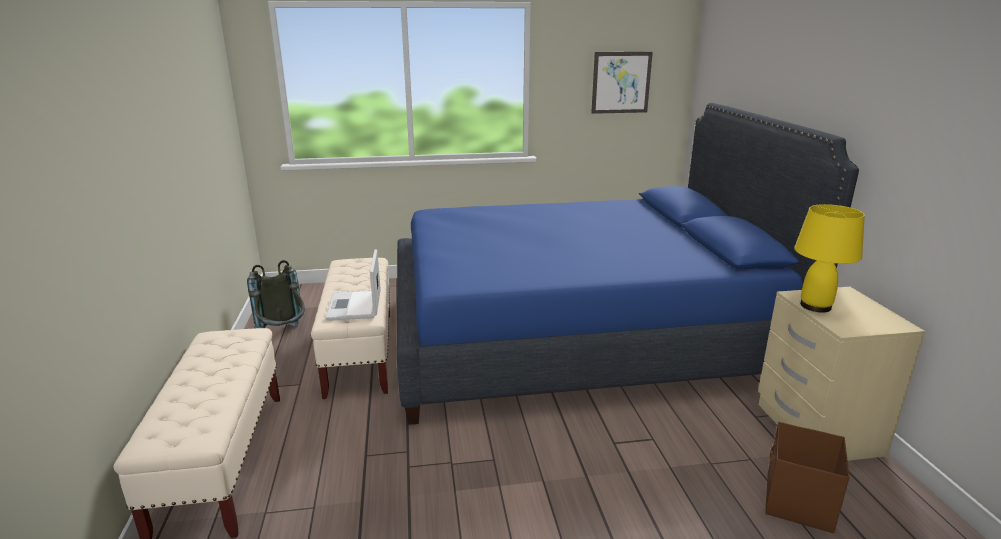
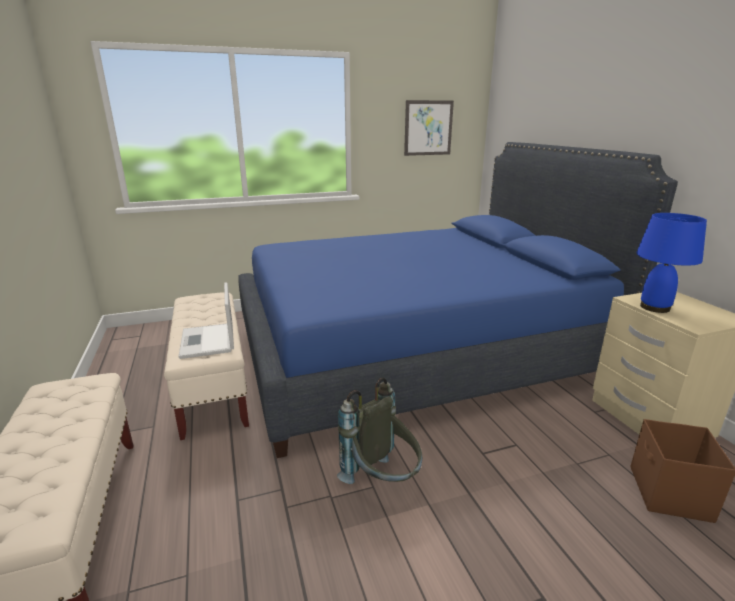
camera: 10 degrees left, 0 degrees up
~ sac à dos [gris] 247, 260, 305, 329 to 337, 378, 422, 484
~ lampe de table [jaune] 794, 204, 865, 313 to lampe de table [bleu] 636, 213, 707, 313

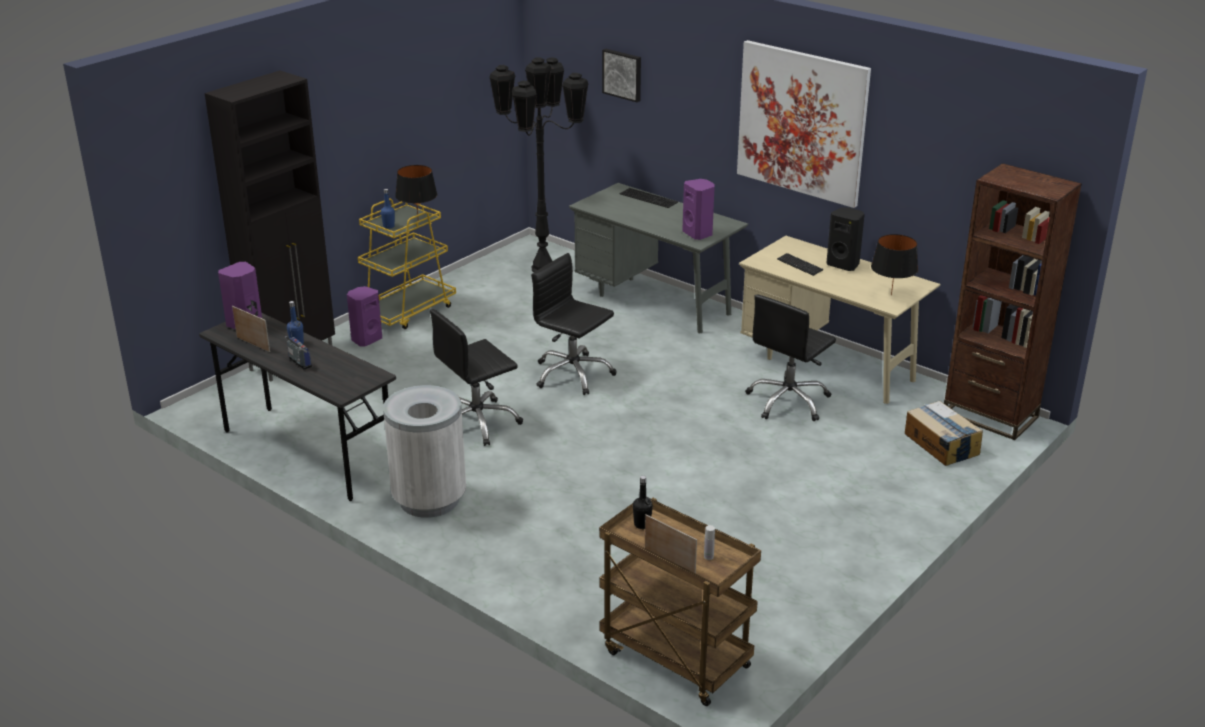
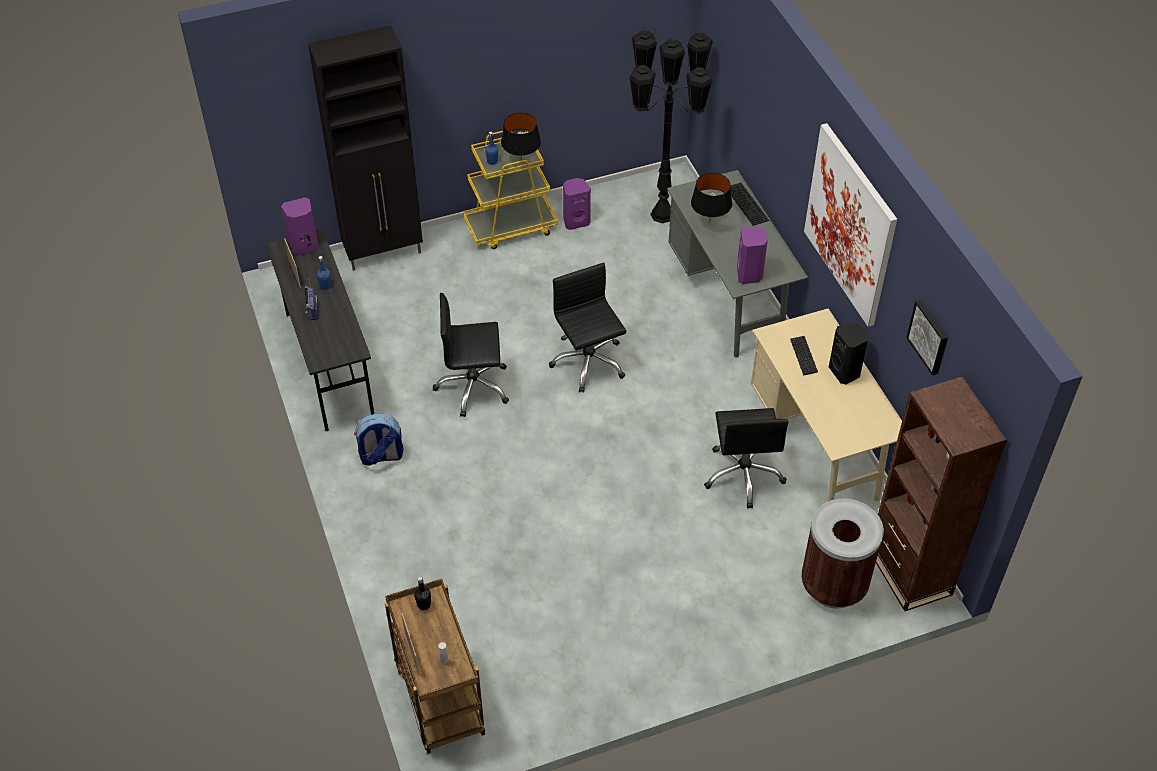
camera: 30 degrees right, 20 degrees up
~ enceinte [violet] 347, 286, 382, 347 to 563, 178, 591, 230
~ poubelle [blanc] 383, 385, 466, 518 to sac à dos 354, 414, 404, 466
~ tableau 602, 49, 641, 102 to 906, 300, 948, 375
~ chaise de bureau [noir] 746, 294, 836, 421 = 704, 408, 789, 508 75 degrees counterclockwise
~ lampe de table [noir] 871, 234, 918, 296 to 691, 173, 732, 223
~ carton 905, 401, 983, 466 to poubelle [marron] 801, 498, 884, 609

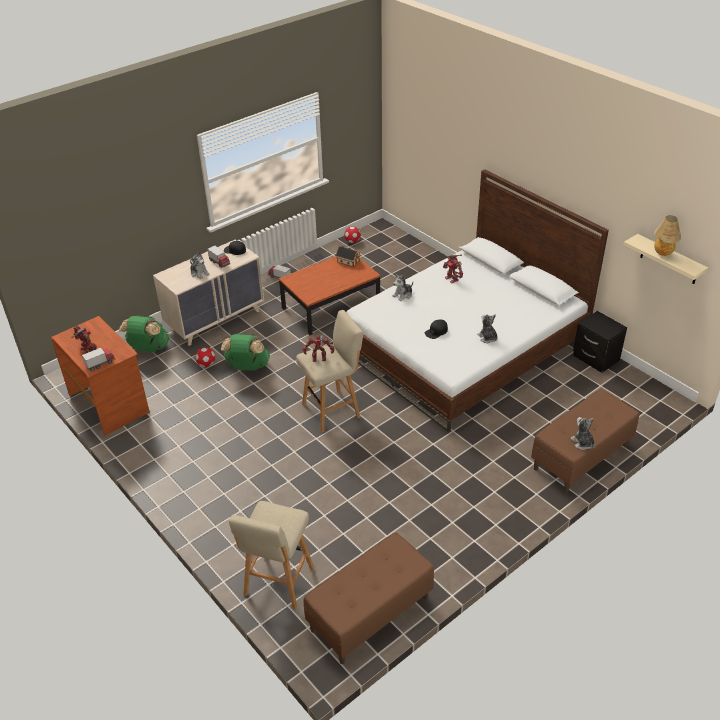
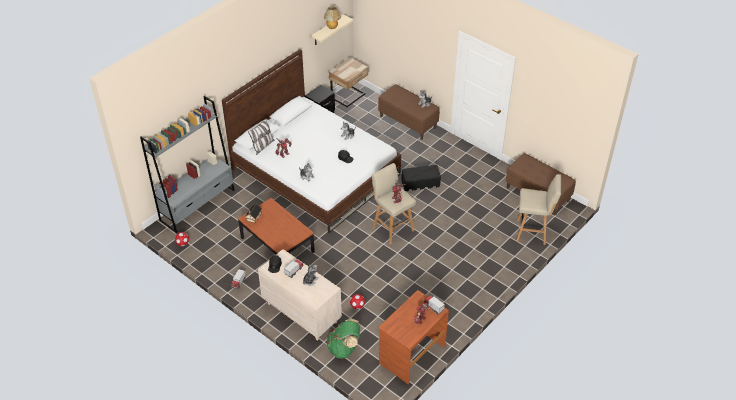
camera: 100 degrees left, 5 degrees up
- sac à dos [vert] 221, 333, 270, 371
+ bibliothèque [gris] 140, 96, 234, 233
+ coussin 248, 118, 274, 155
+ table de chevet [beige] 329, 57, 368, 108
+ boîte de rangement [noir] 401, 165, 441, 191

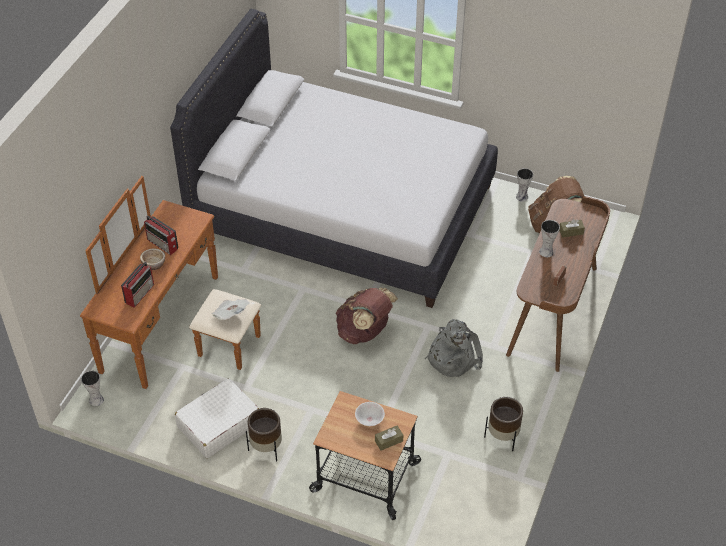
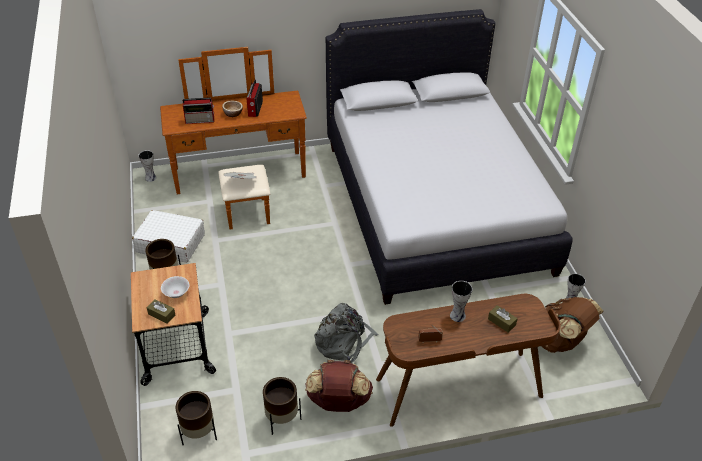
camera: 55 degrees right, 5 degrees down
~ sac à dos [marron] 336, 288, 398, 344 to 305, 360, 373, 412
+ cache-pot [marron] 176, 391, 217, 445

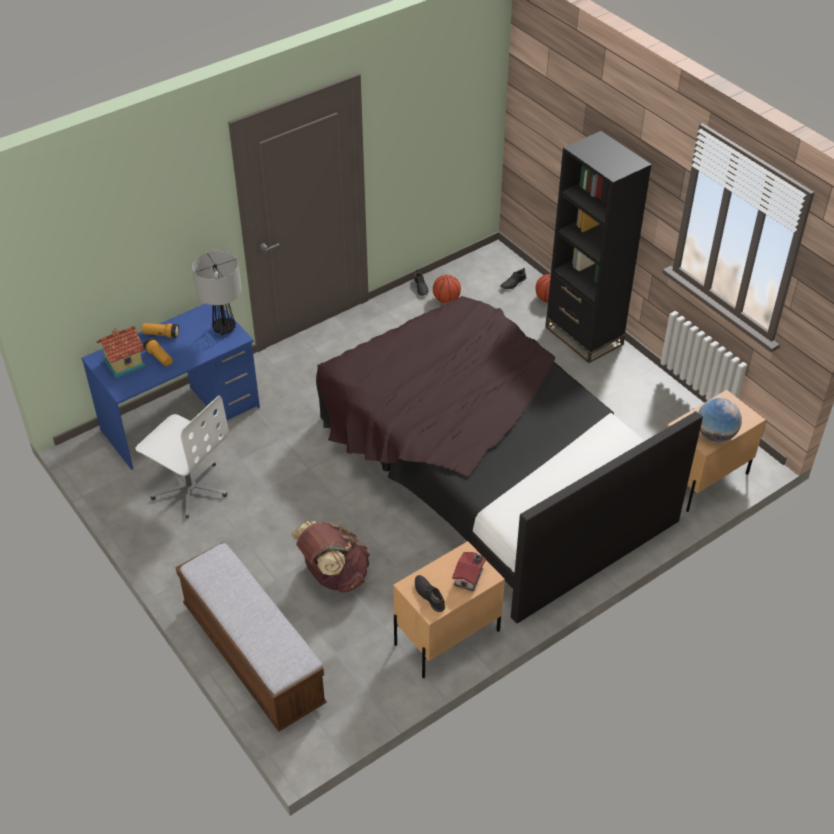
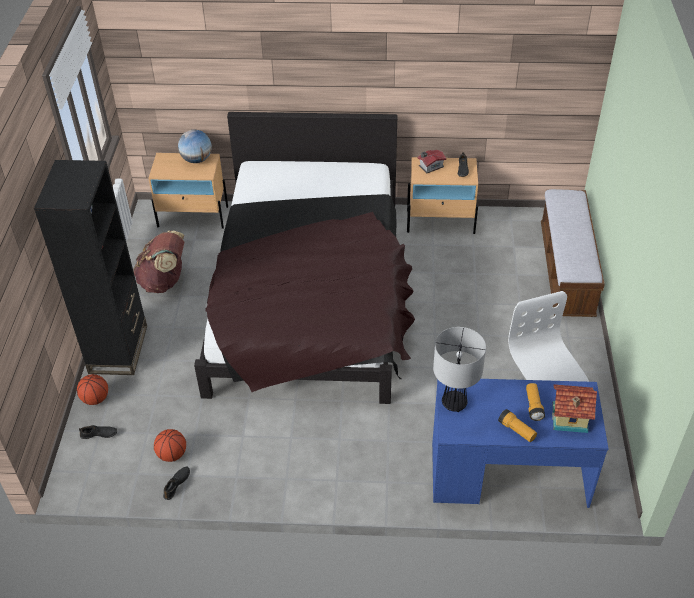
camera: 140 degrees left, 0 degrees up
~ sac à dos [marron] 291, 521, 370, 593 to 133, 230, 185, 293

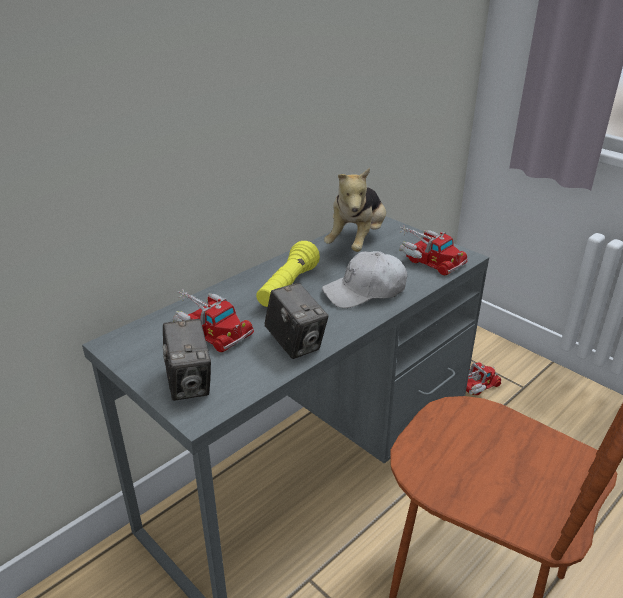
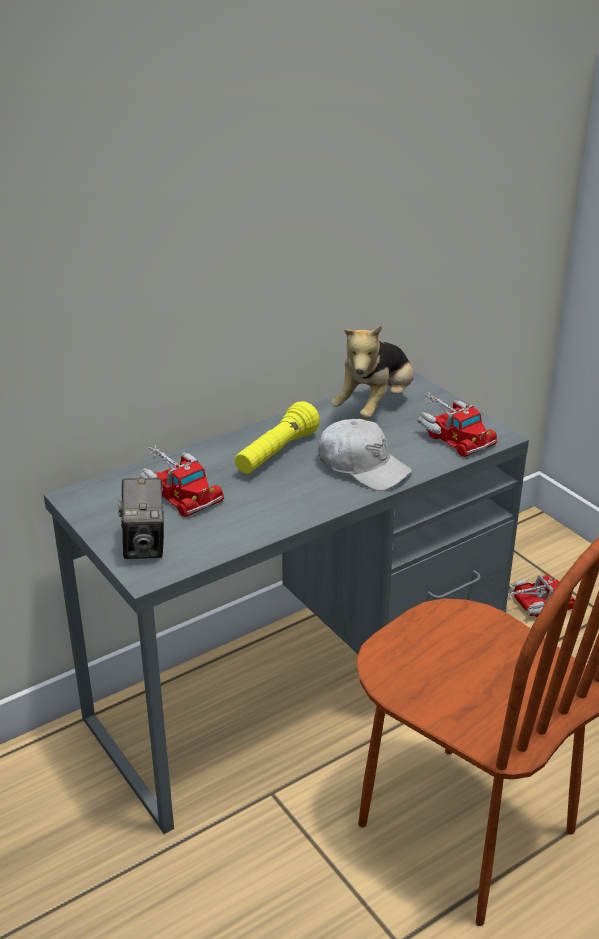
camera: 10 degrees right, 0 degrees up
- appareil photo 264, 283, 329, 359
~ casquette [blanc] 322, 251, 407, 308 = 318, 419, 412, 491 135 degrees counterclockwise

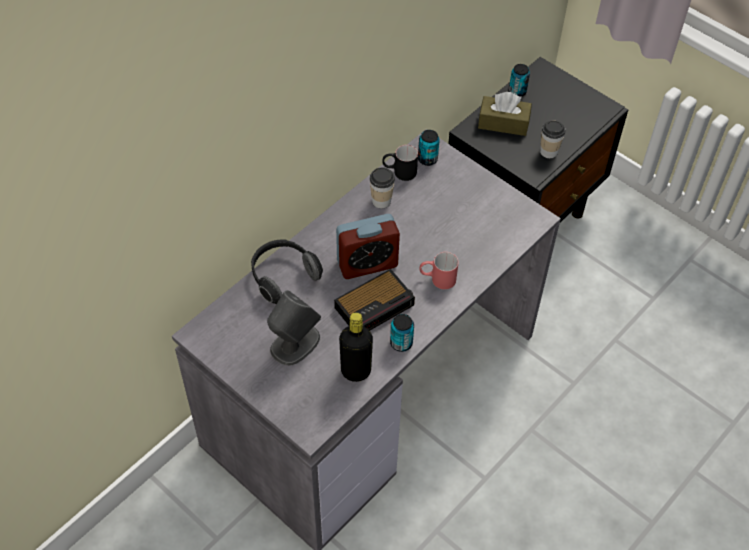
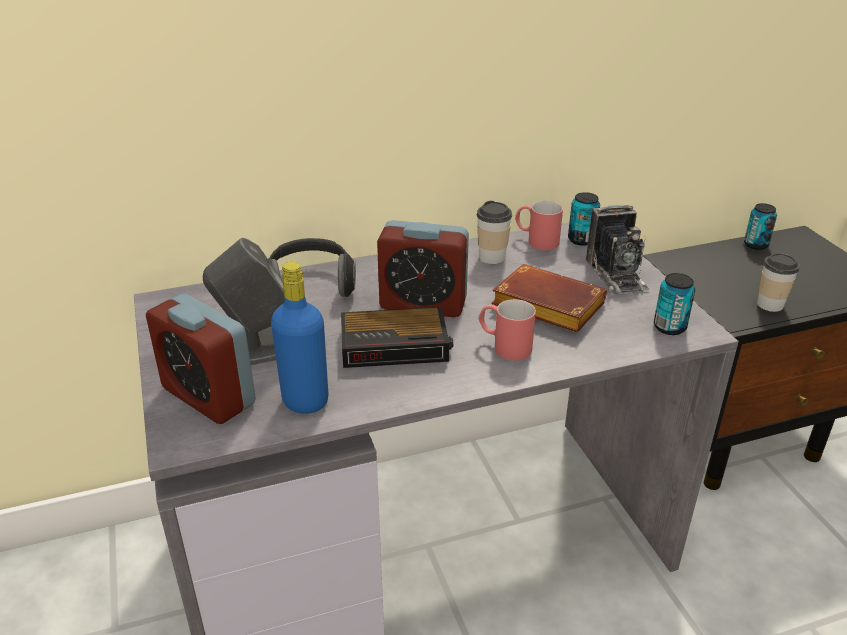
camera: 30 degrees right, 20 degrees down
~ bouteille [noir] 339, 312, 373, 382 to bouteille [bleu] 271, 262, 328, 414
~ mug [noir] 382, 145, 418, 181 to mug [rouge] 515, 201, 563, 250
~ boîte métallique 390, 314, 414, 352 to 654, 273, 695, 335
- boîte à mouchoirs [marron] 478, 92, 532, 136
+ réveil 146, 294, 256, 424
+ livre [marron] 491, 264, 607, 332
+ appareil photo 586, 205, 650, 295

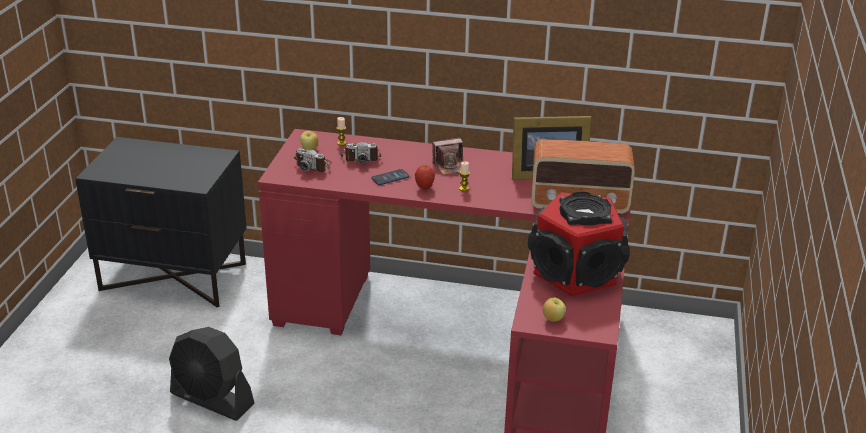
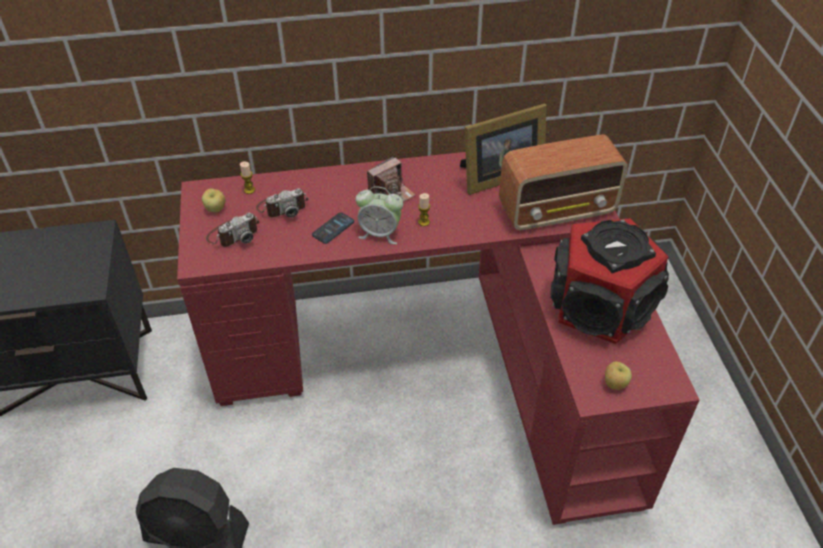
camera: 20 degrees left, 15 degrees up
~ appareil photo 294, 148, 332, 172 = 206, 213, 259, 247 45 degrees counterclockwise
~ pomme 415, 165, 435, 190 to réveil 355, 186, 403, 244

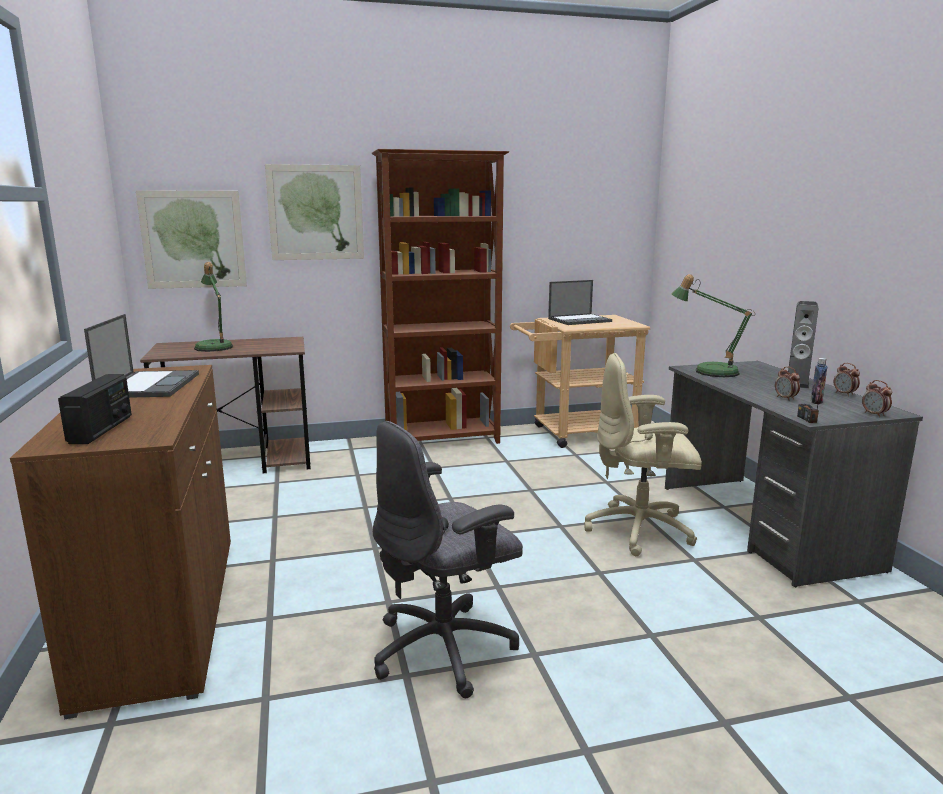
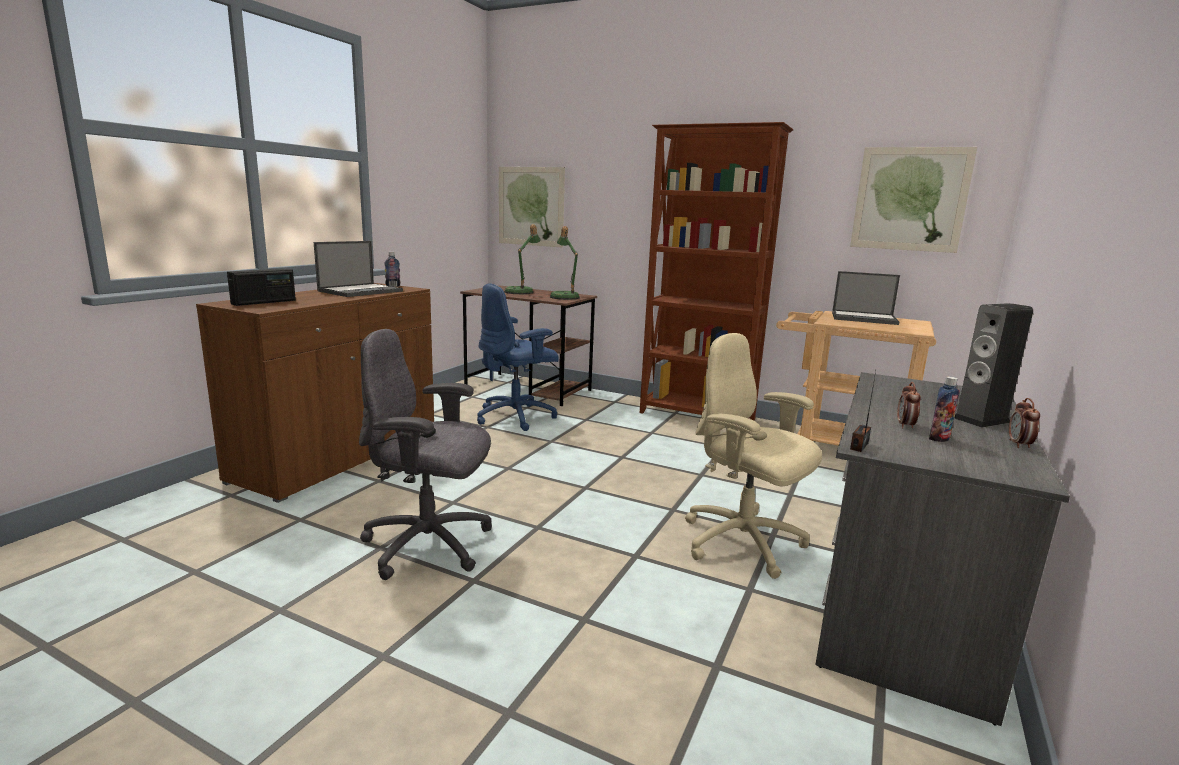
camera: 40 degrees right, 0 degrees up
~ tableau 265, 164, 364, 260 to 850, 147, 977, 253
~ lampe de table 672, 274, 755, 377 to 550, 226, 580, 300
- réveil 862, 380, 892, 417
+ bouteille 384, 252, 401, 287
+ chaise de bureau [bleu] 477, 283, 559, 431

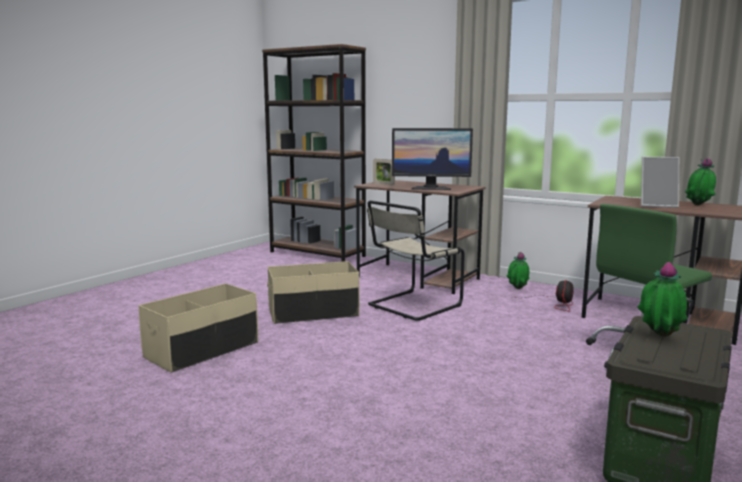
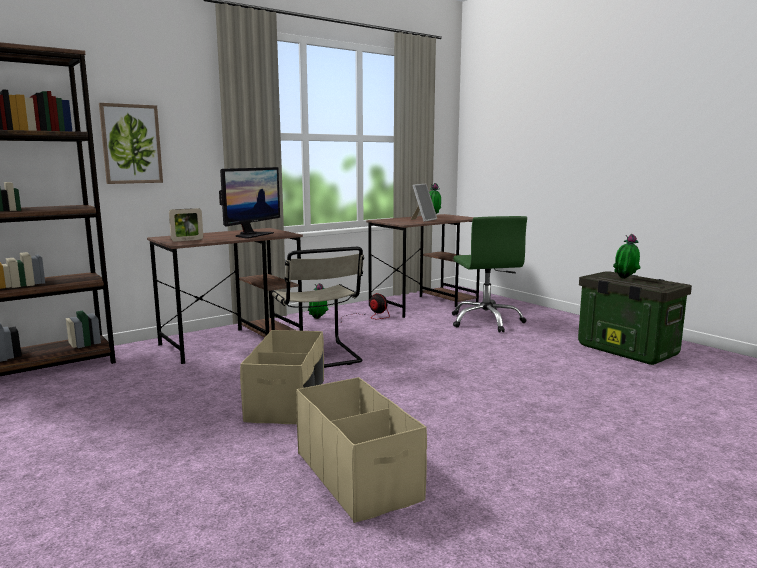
camera: 70 degrees left, 0 degrees up
+ tableau 99, 103, 163, 184

